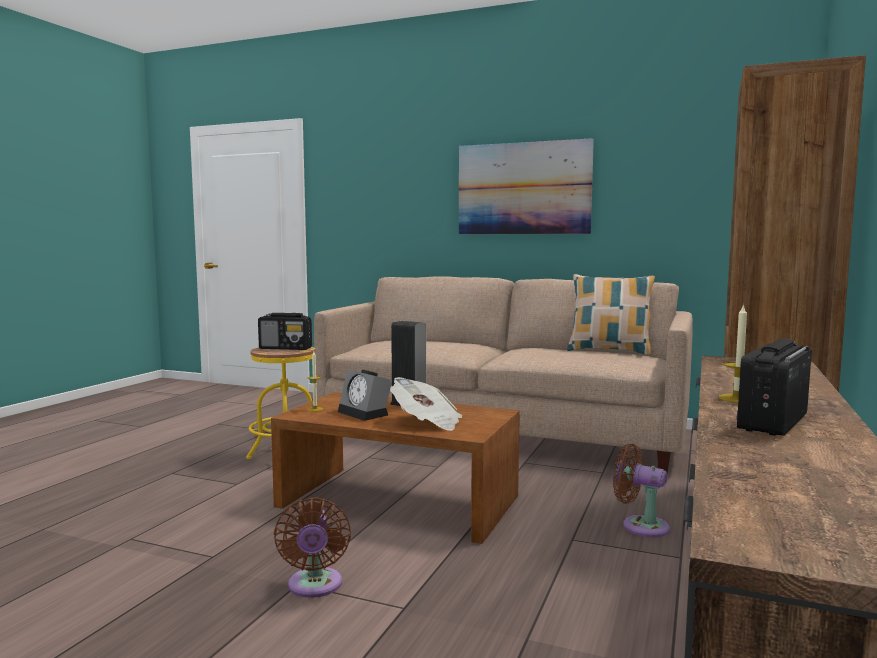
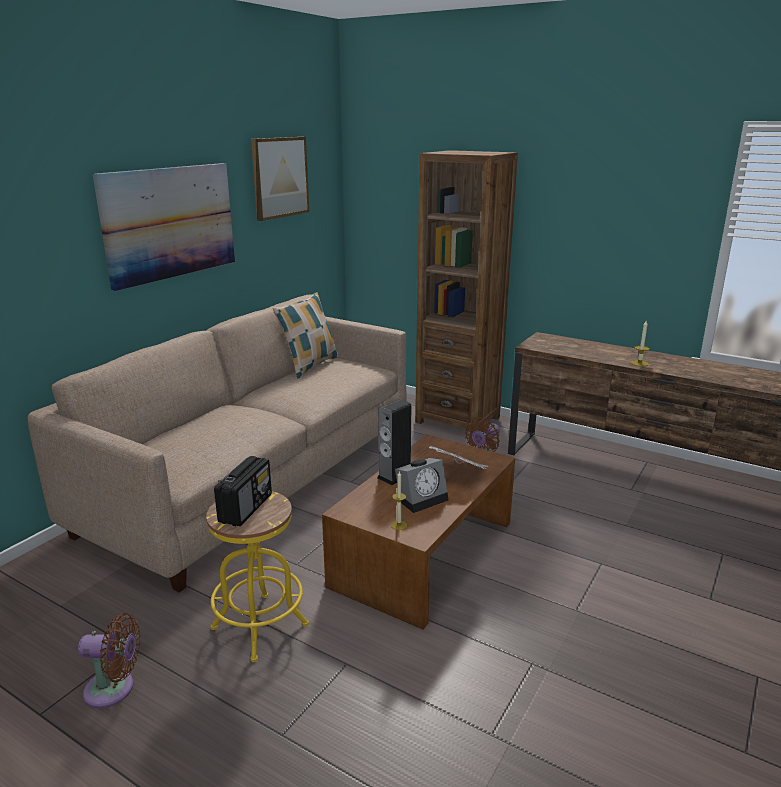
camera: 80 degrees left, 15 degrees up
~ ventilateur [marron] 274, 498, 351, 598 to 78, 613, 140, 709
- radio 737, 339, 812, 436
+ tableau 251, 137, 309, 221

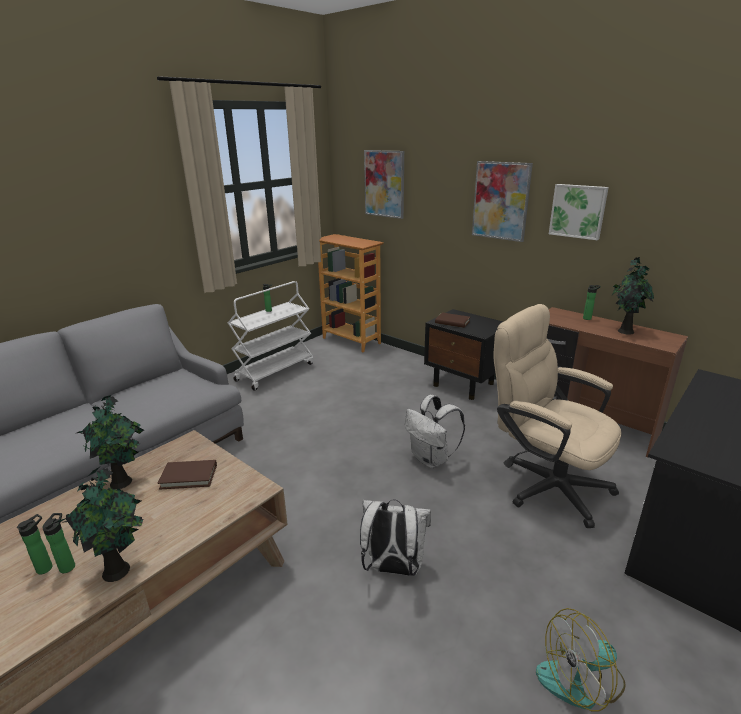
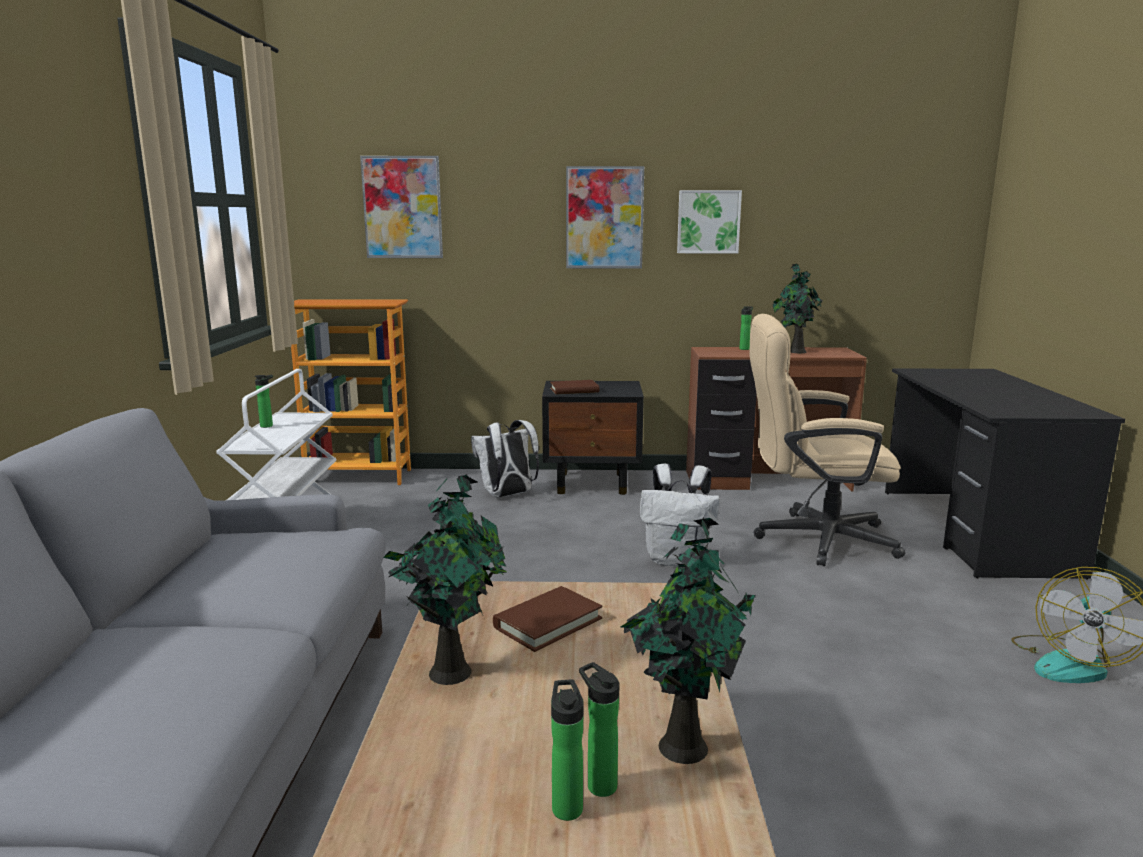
camera: 40 degrees left, 10 degrees down
~ sac à dos [blanc] 360, 499, 431, 576 to 471, 420, 539, 498

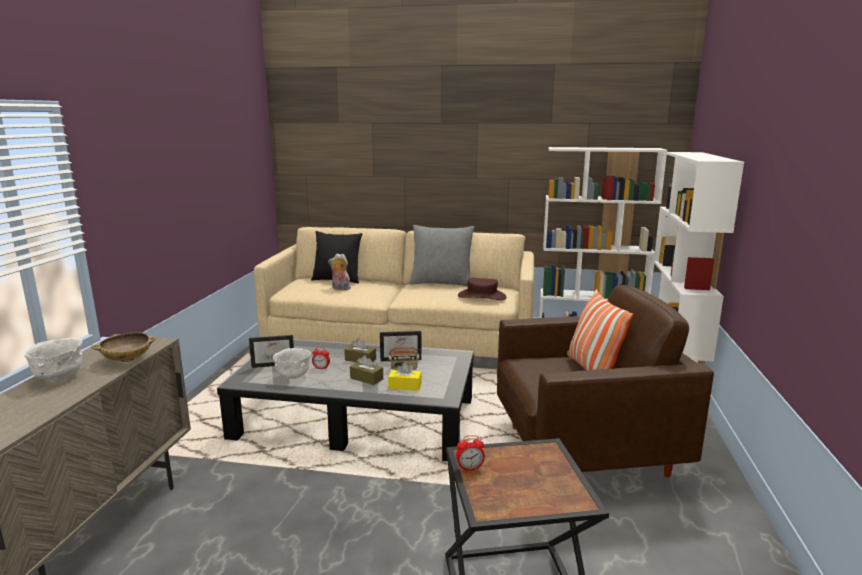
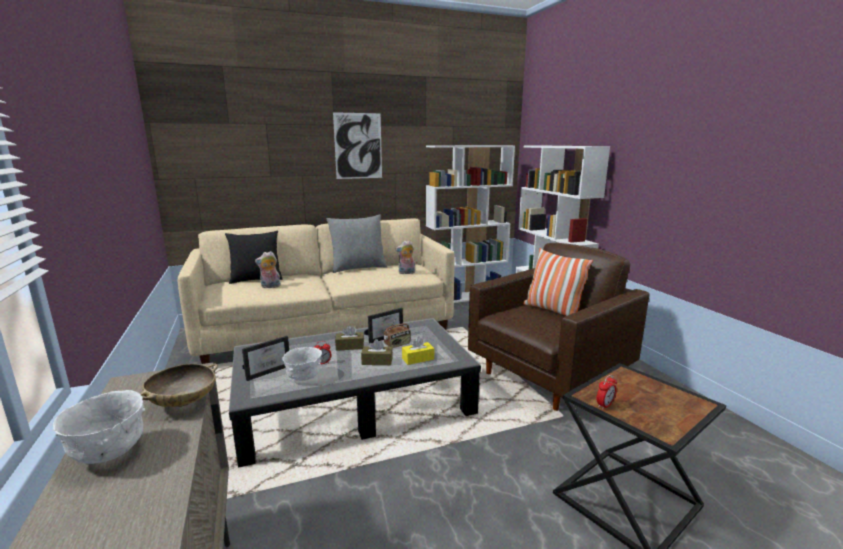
camera: 30 degrees left, 0 degrees up
~ chapeau [marron] 458, 278, 507, 300 to peluche 395, 240, 415, 274
+ tableau 333, 112, 382, 179

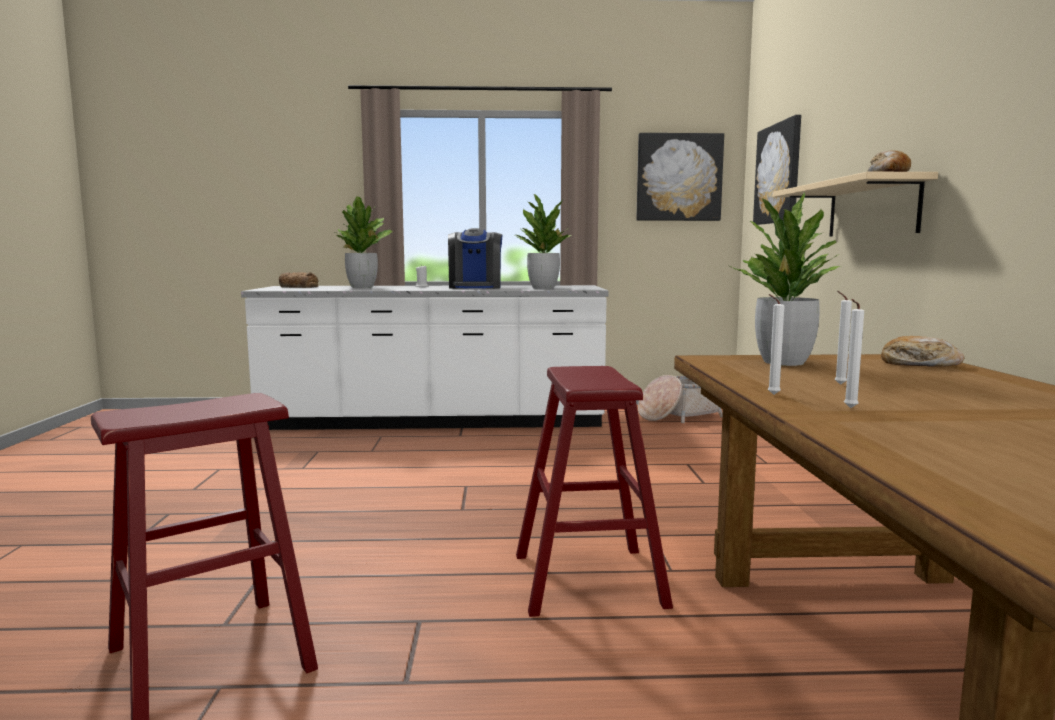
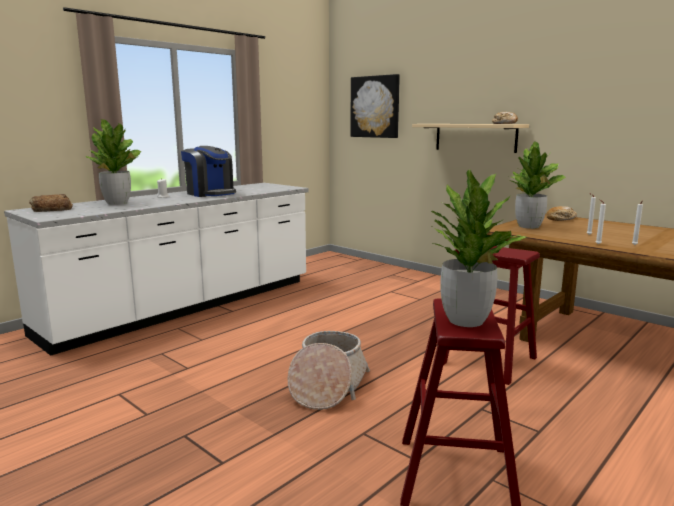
camera: 45 degrees left, 5 degrees up
~ plante en pot 513, 194, 572, 289 to 431, 170, 526, 327
- tableau 636, 133, 724, 221
~ panier 638, 375, 723, 423 to 288, 331, 370, 410

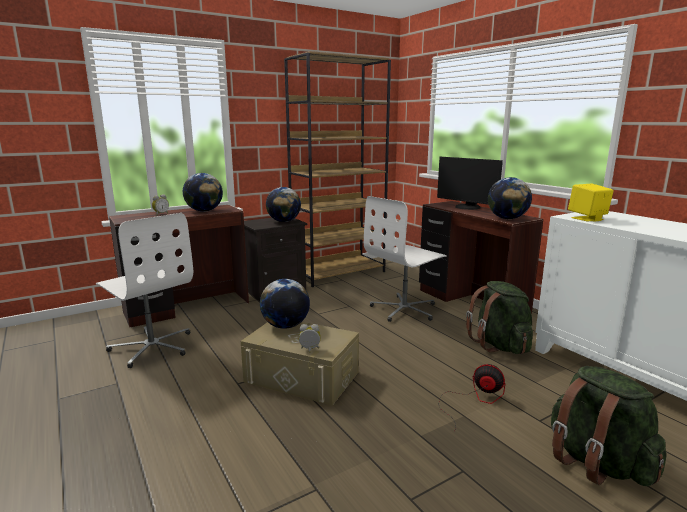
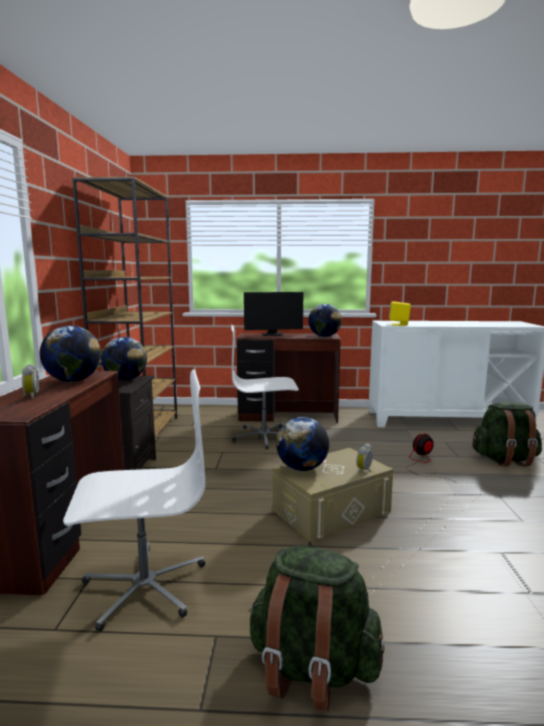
camera: 55 degrees left, 5 degrees down
~ chaise de bureau [blanc] 364, 196, 447, 322 = 232, 325, 299, 449 90 degrees clockwise
~ sac à dos [vert] 466, 281, 533, 354 to 248, 546, 385, 711

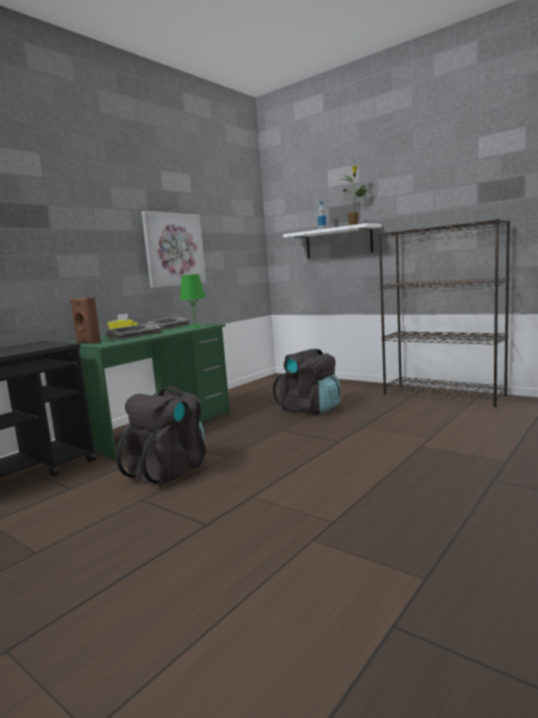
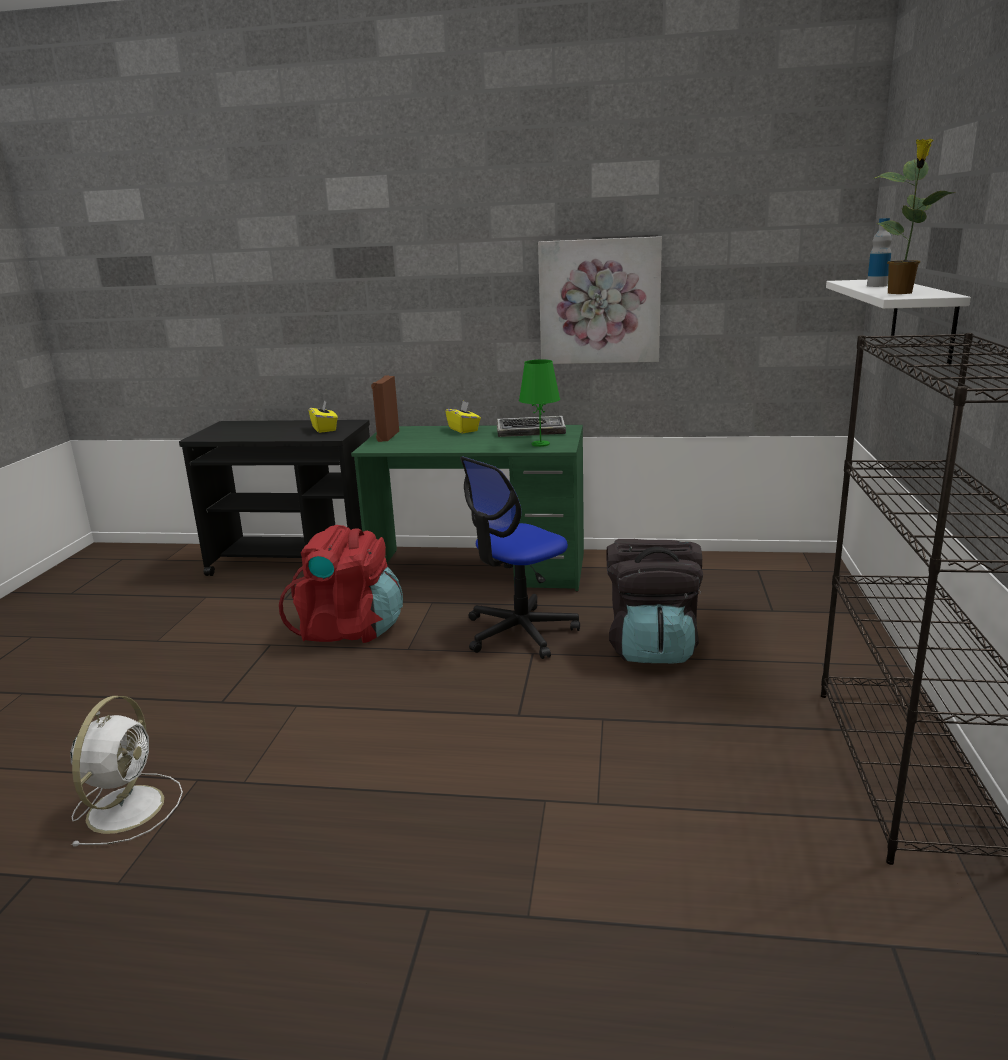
camera: 60 degrees right, 10 degrees up
- clavier 106, 323, 161, 340
~ sac à dos [noir] 116, 386, 206, 486 to sac à dos [rouge] 279, 525, 403, 643
+ ventilateur [blanc] 70, 696, 183, 847
+ boîte à mouchoirs [jaune] 308, 400, 338, 433
+ chaise de bureau 460, 456, 580, 659

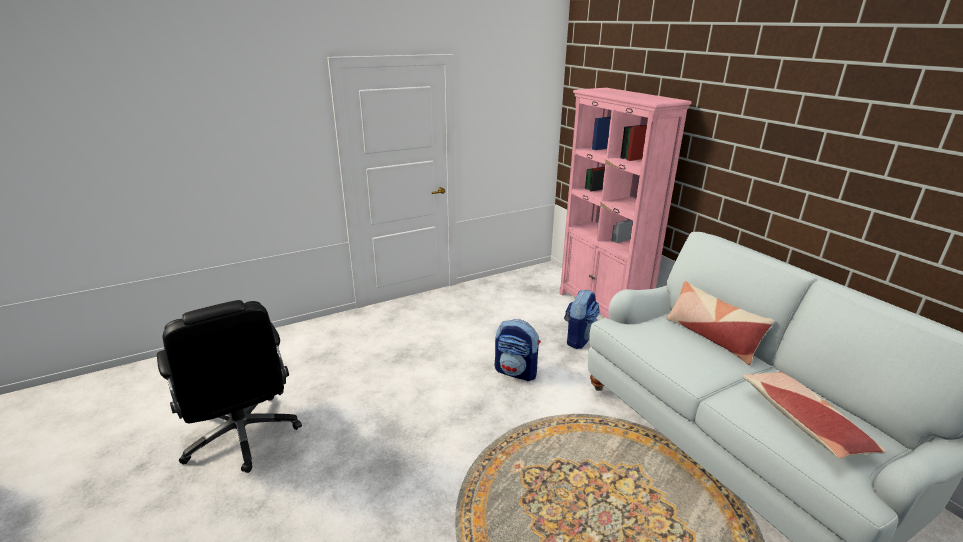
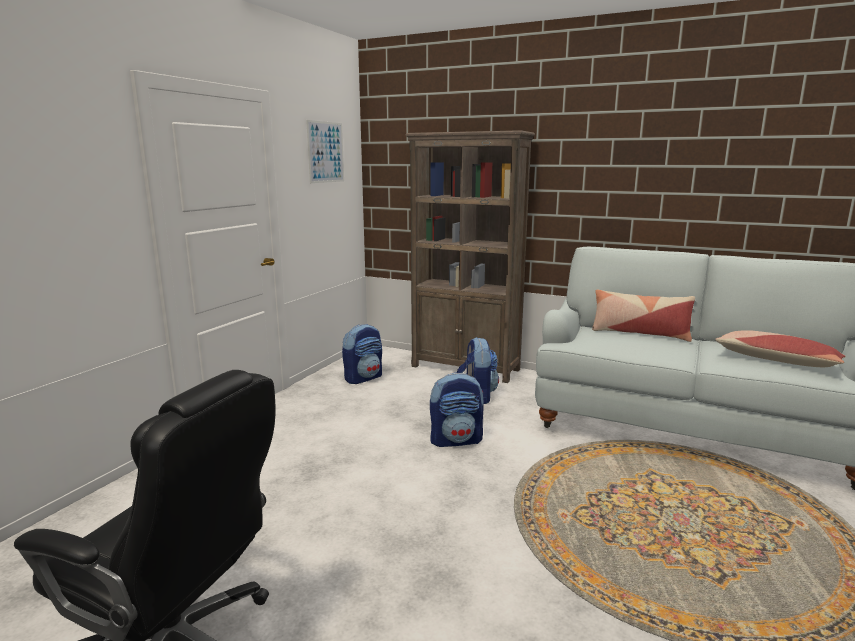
camera: 35 degrees left, 10 degrees down
~ bibliothèque [rose] 559, 88, 692, 319 to bibliothèque [marron] 405, 130, 535, 383
+ tableau 306, 120, 344, 183
+ sac à dos 342, 324, 382, 384

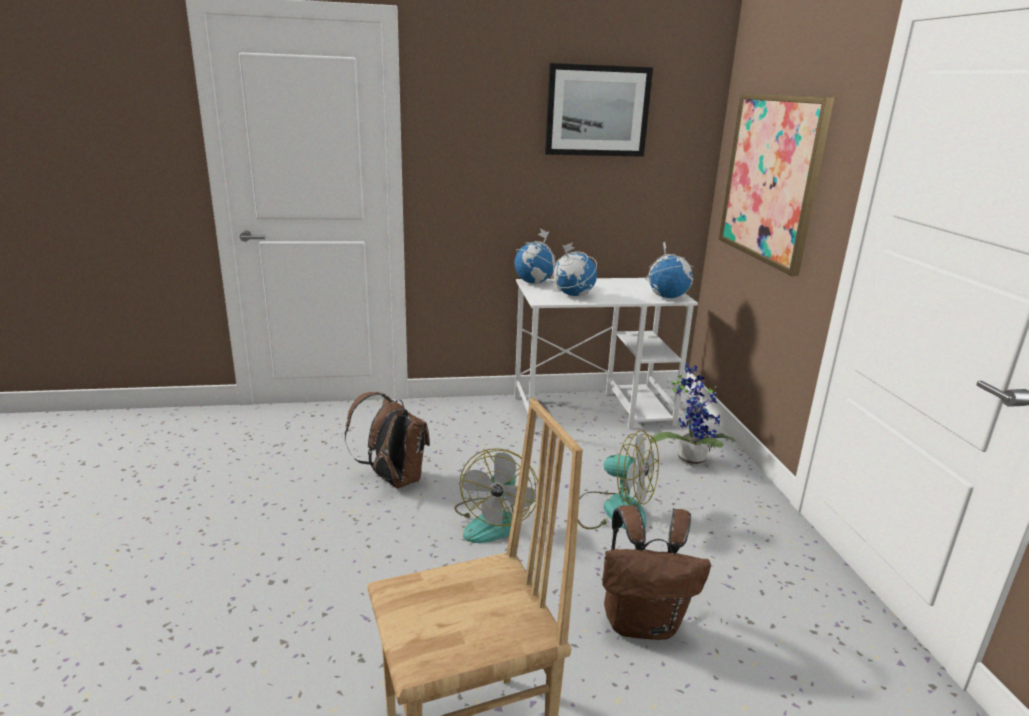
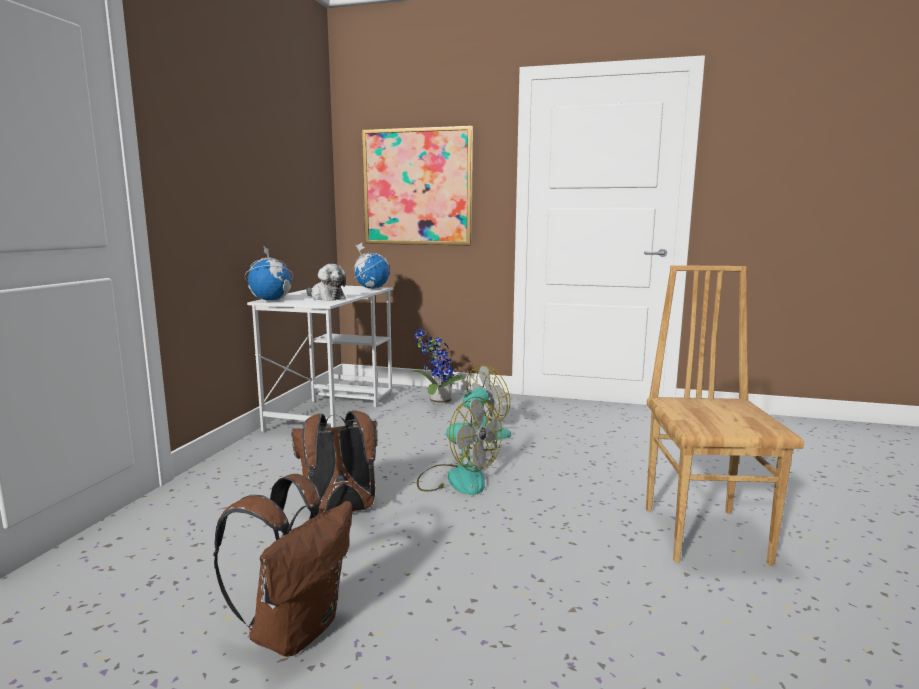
camera: 65 degrees left, 10 degrees down
- tableau 545, 63, 653, 157
~ globe 551, 242, 597, 296 to peluche 306, 264, 346, 301
~ sac à dos [marron] 602, 505, 711, 640 to 213, 474, 352, 657

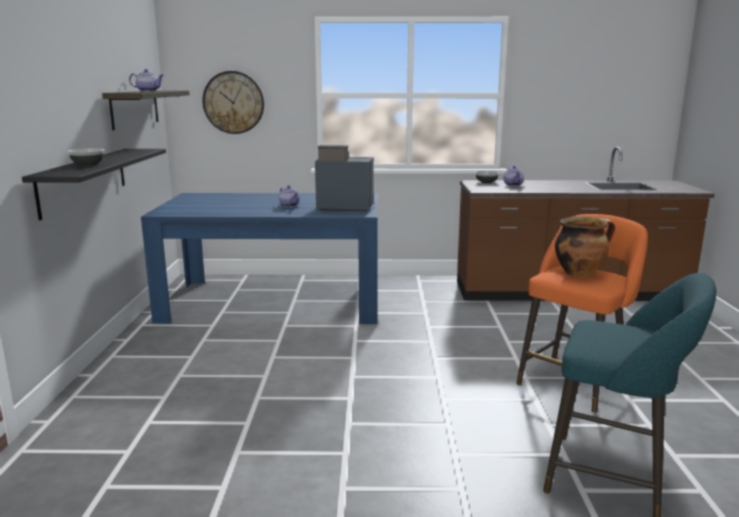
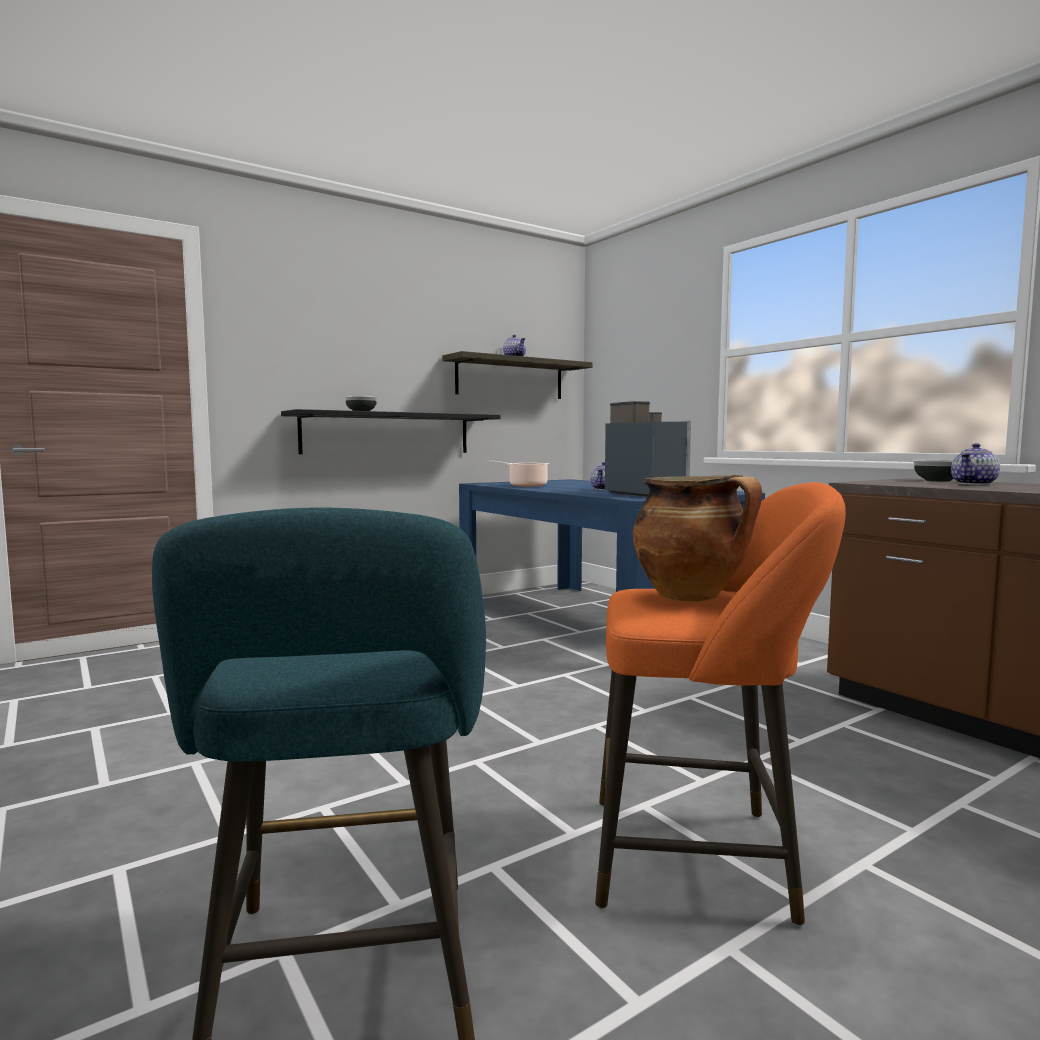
camera: 55 degrees right, 10 degrees down
- horloge murale 202, 71, 264, 134
+ marmite 487, 461, 549, 487

